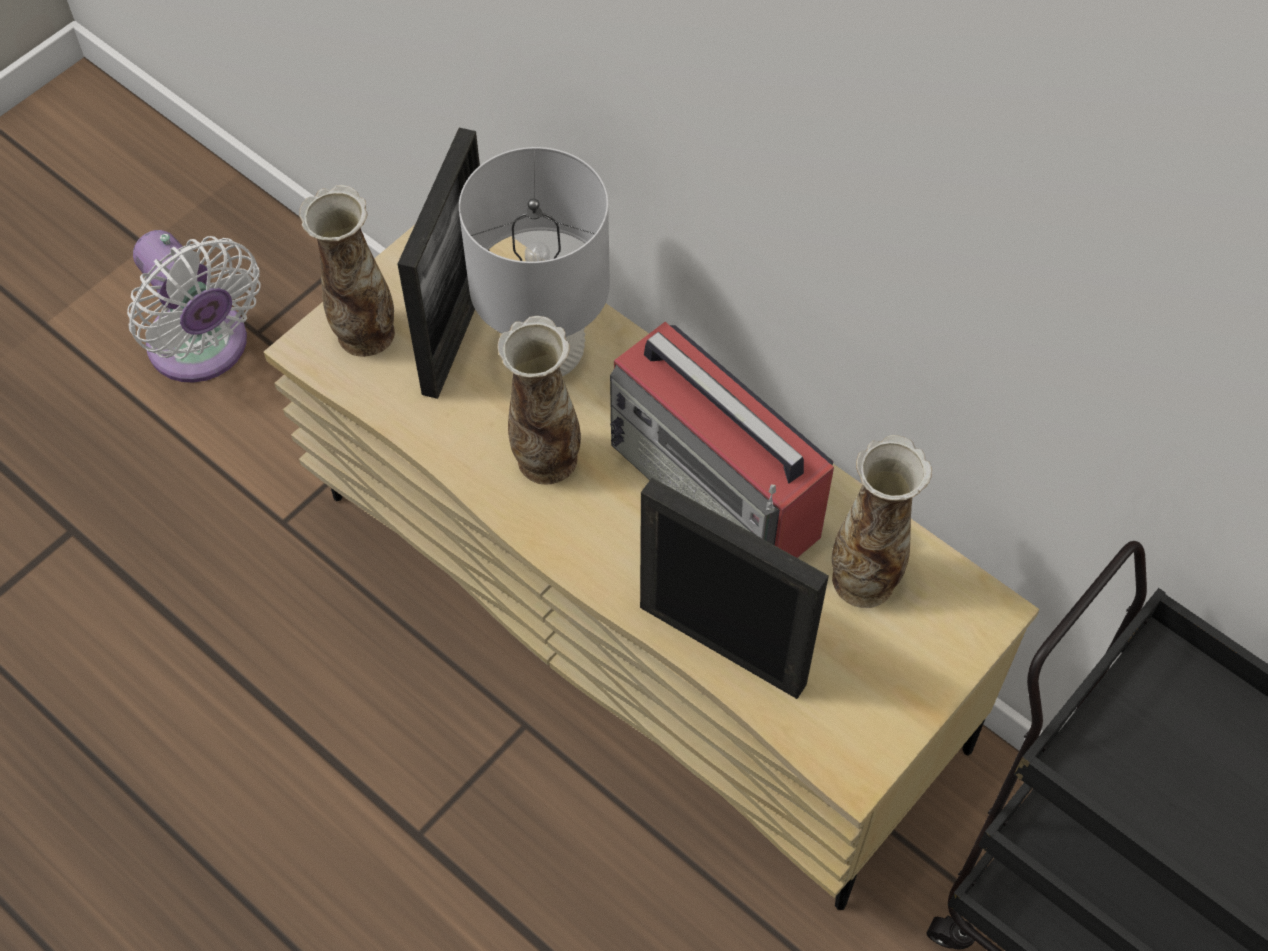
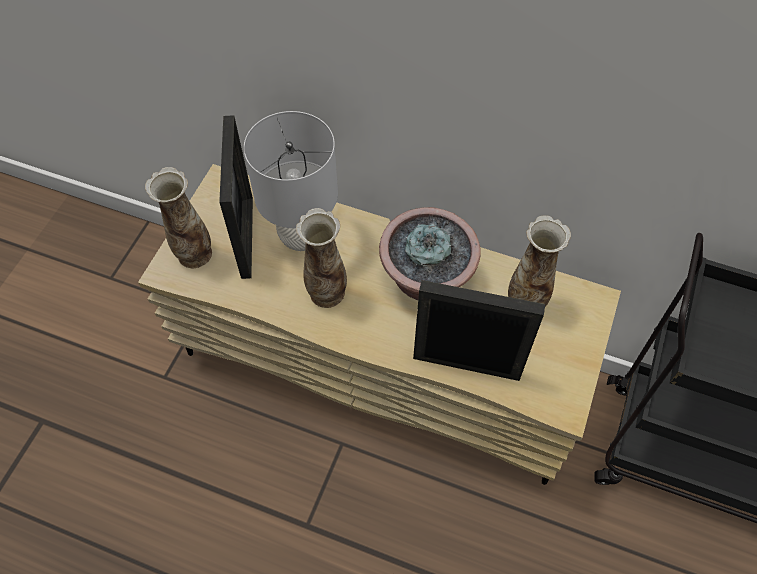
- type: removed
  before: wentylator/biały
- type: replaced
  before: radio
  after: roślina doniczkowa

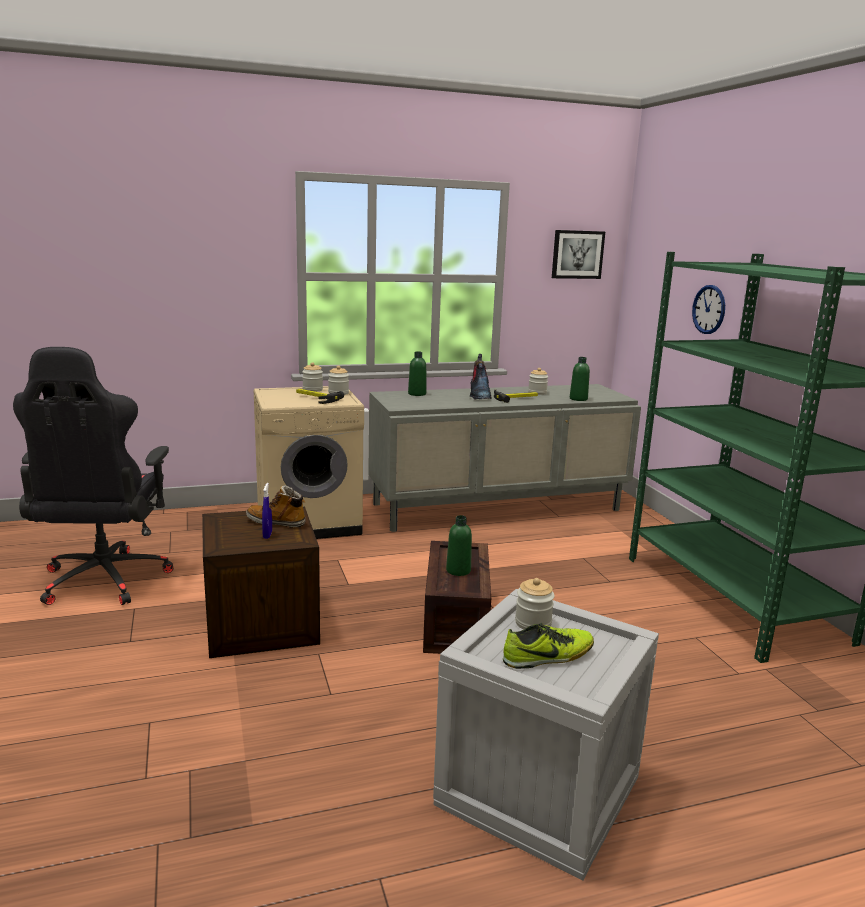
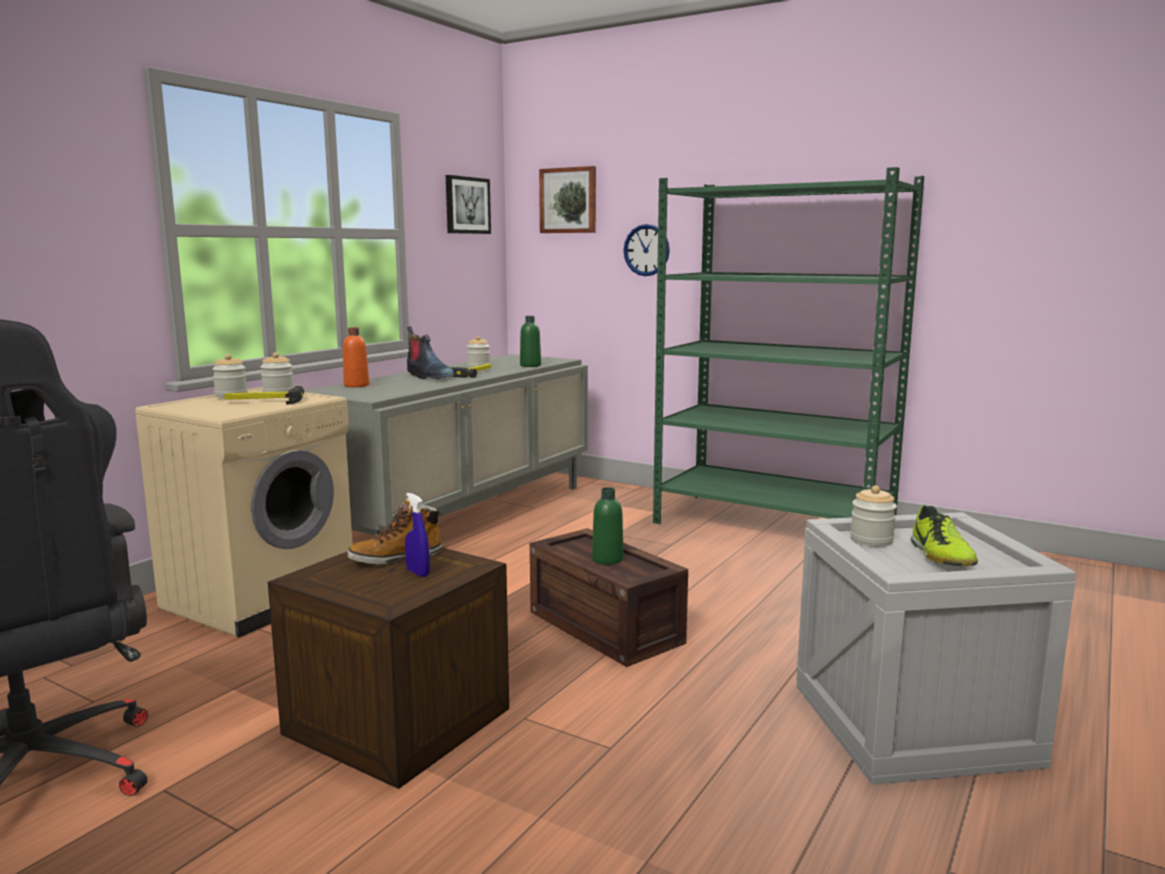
- type: recoloured
  before: butelka/zielony (1st from left)
  after: butelka/pomarańczowy
- type: turned
  before: but
  turn: 150
- type: added
  after: obraz (2nd from left)

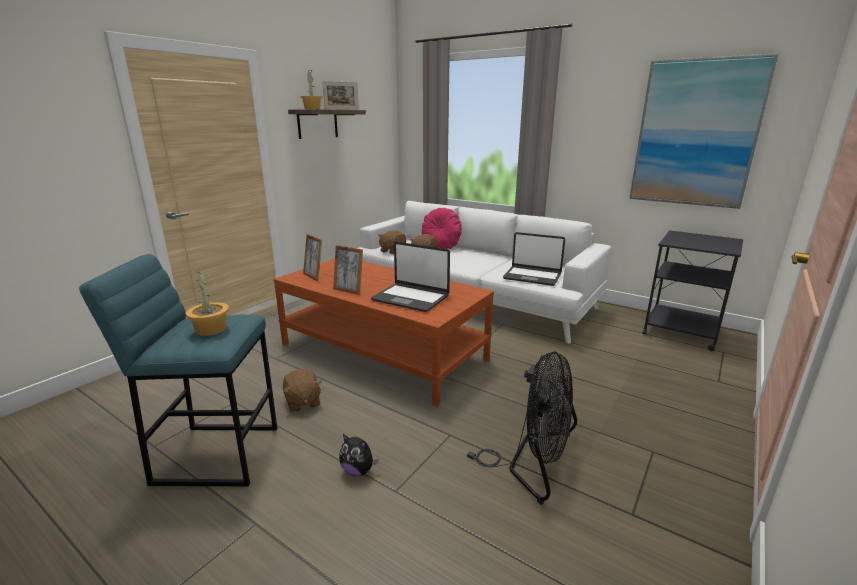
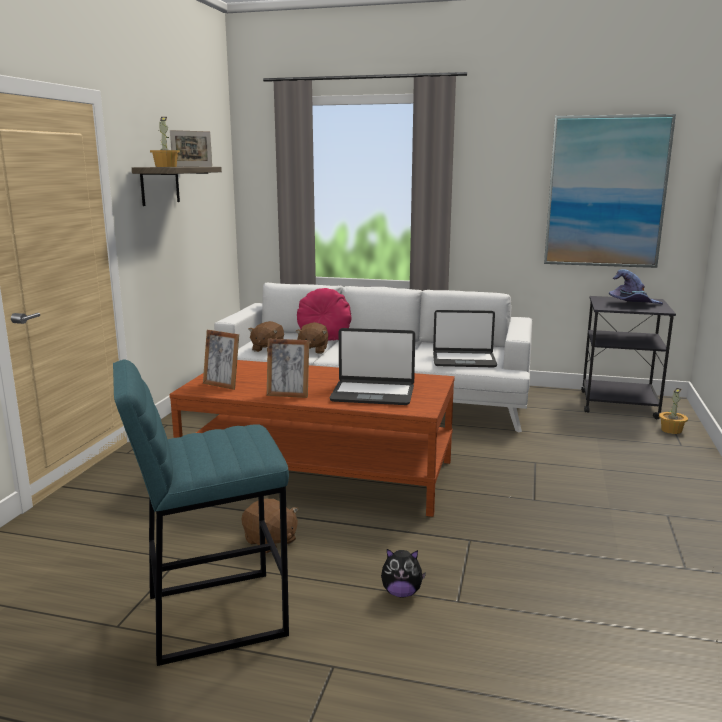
- type: moved
  before: roślina doniczkowa (1st from left in the first image)
  after: roślina doniczkowa (2nd from left)
- type: removed
  before: wentylator/czarny
- type: added
  after: kapelusz/fioletowy

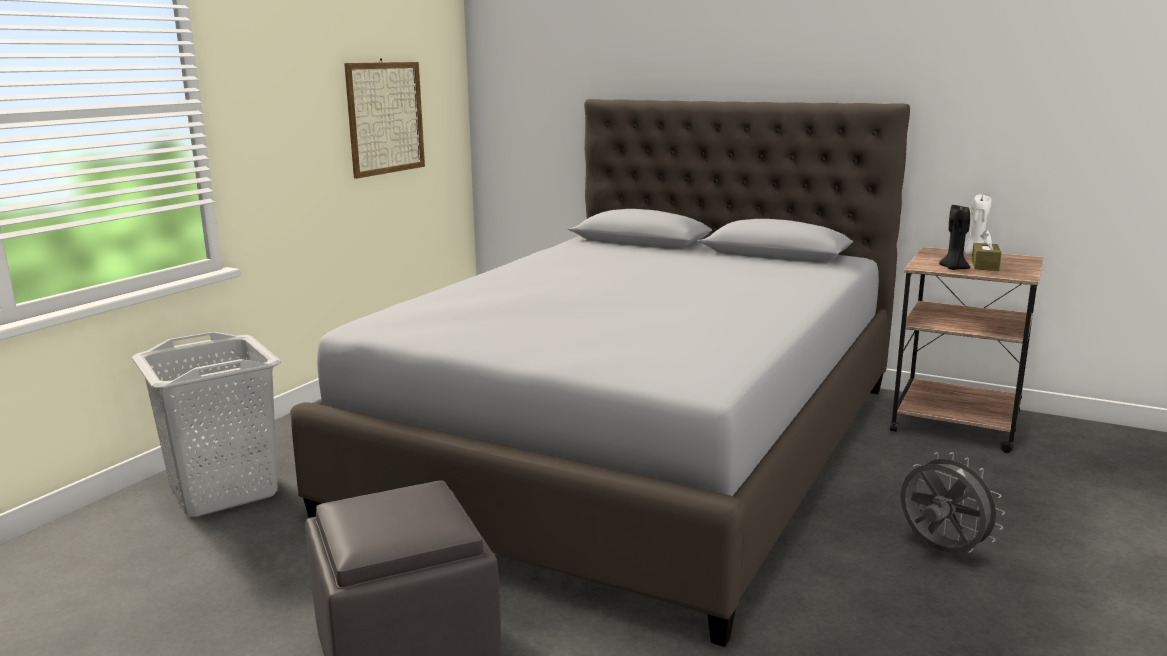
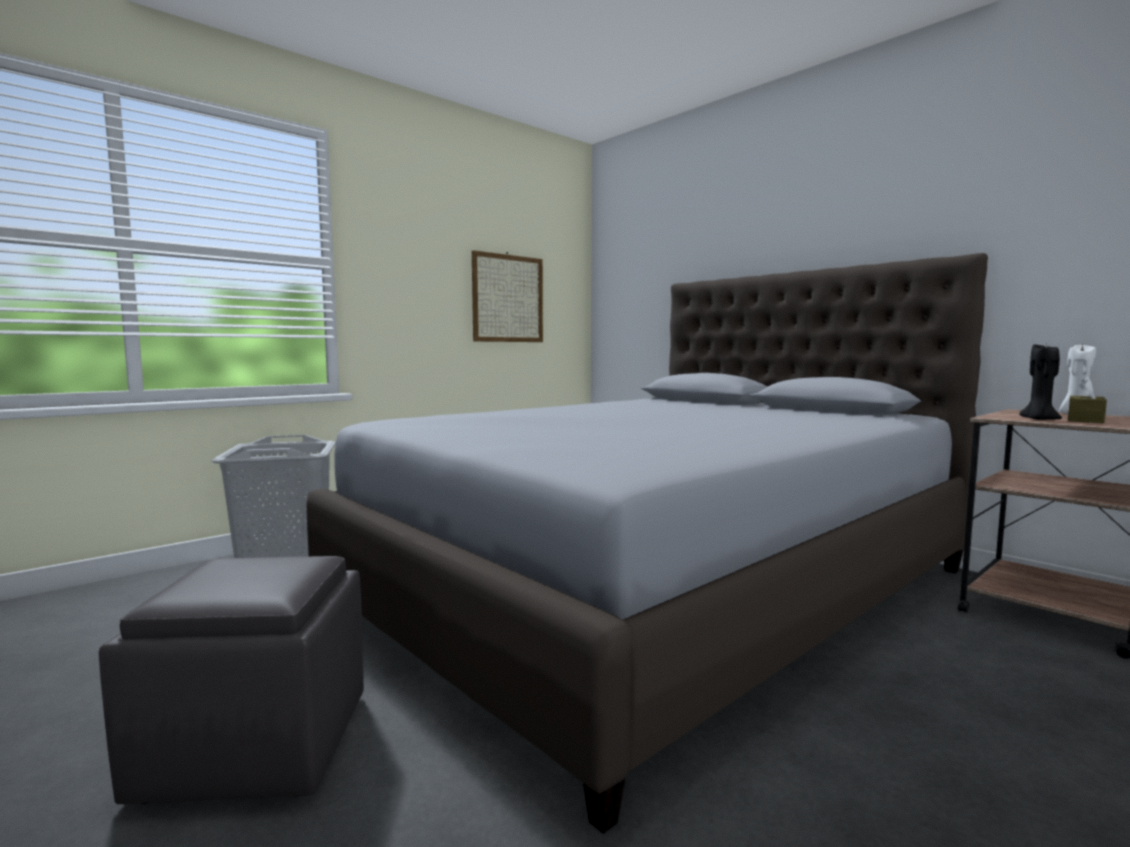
- type: removed
  before: wentylator/szary

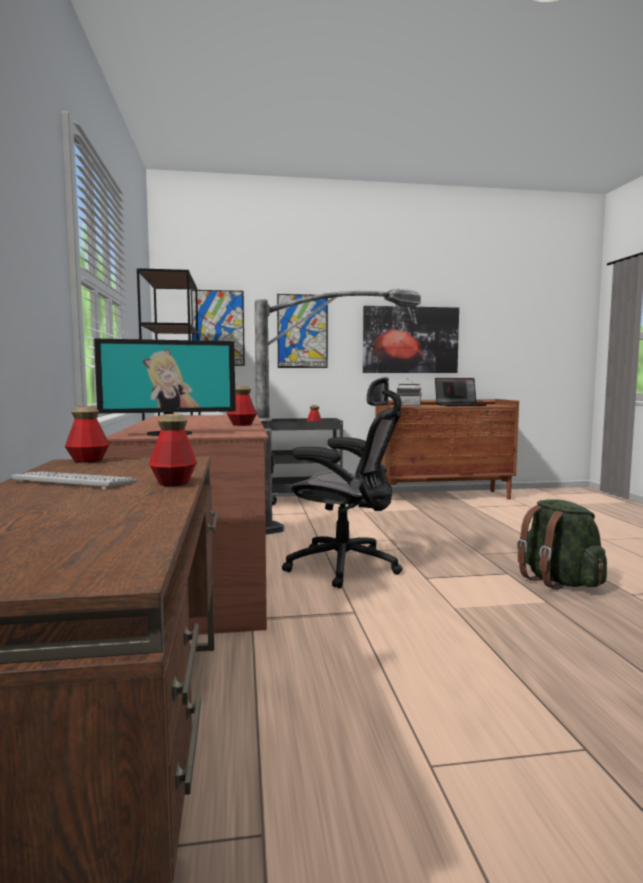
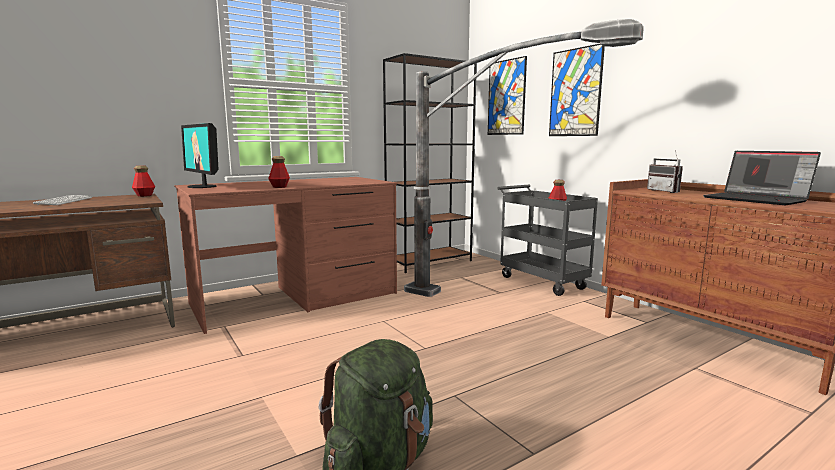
- type: removed
  before: obraz (3rd from left)
- type: removed
  before: krzesło biurowe
- type: removed
  before: butelka (2nd from left)

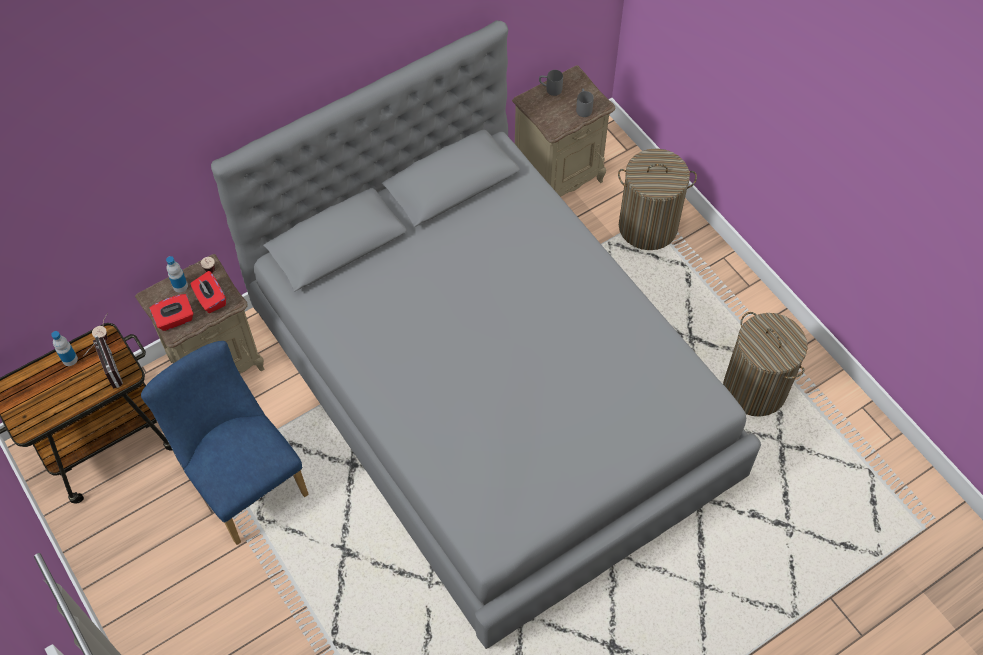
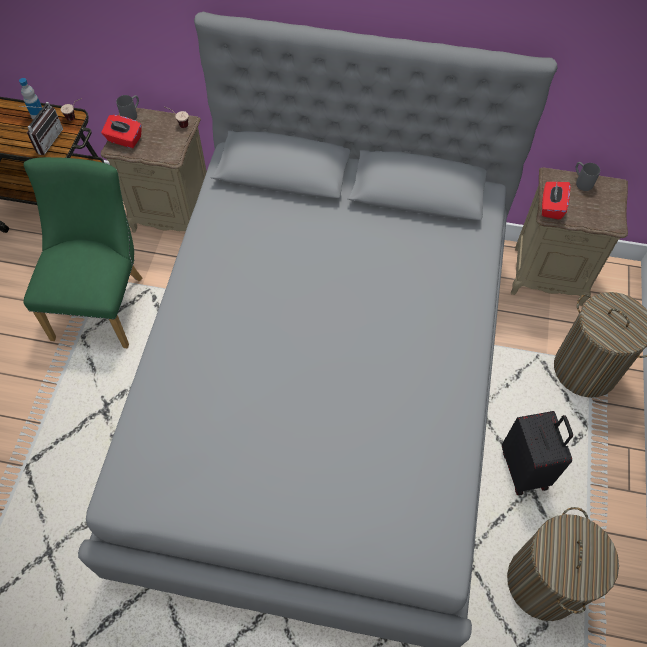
- type: moved
  before: kubek/szary (2nd from left in the first image)
  after: kubek/szary (1st from left)
- type: removed
  before: butelka (2nd from left)
- type: moved
  before: pudełko chusteczek/czerwony (2nd from left)
- type: recoloured
  before: krzesło/niebieski
  after: krzesło/zielony
- type: added
  after: walizka/czarny

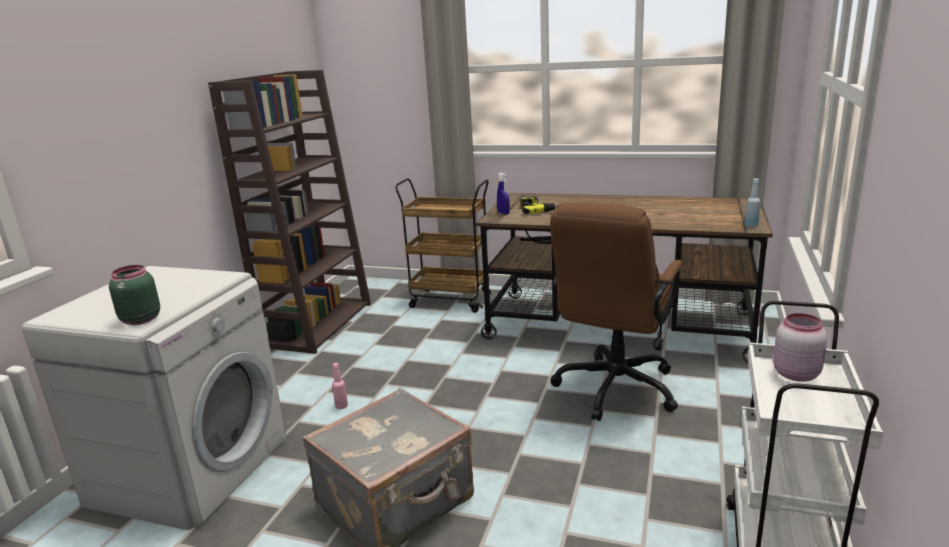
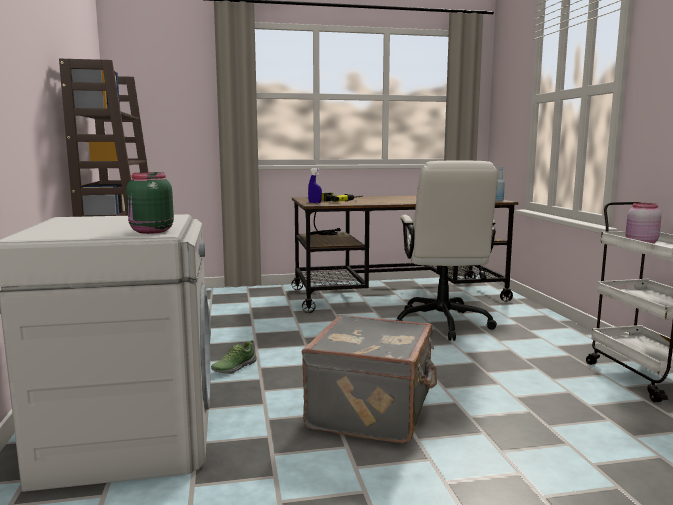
- type: removed
  before: wózek/brązowy
- type: recoloured
  before: krzesło biurowe/brązowy
  after: krzesło biurowe/biały
- type: replaced
  before: butelka/różowy
  after: but

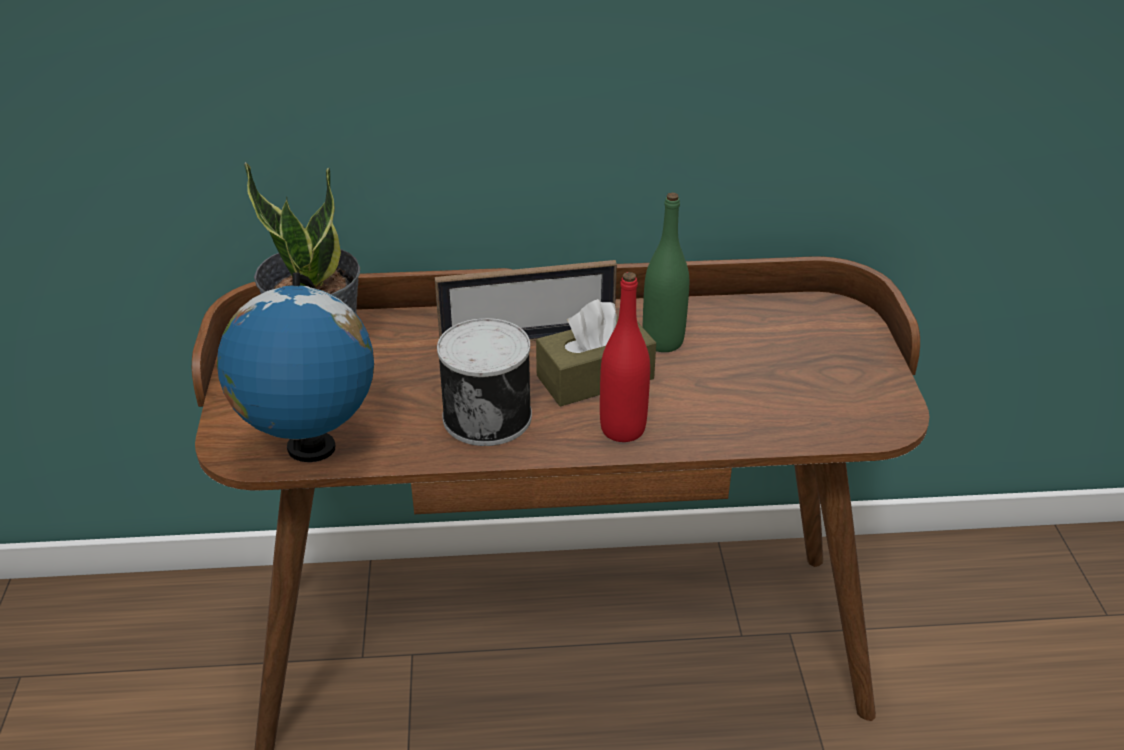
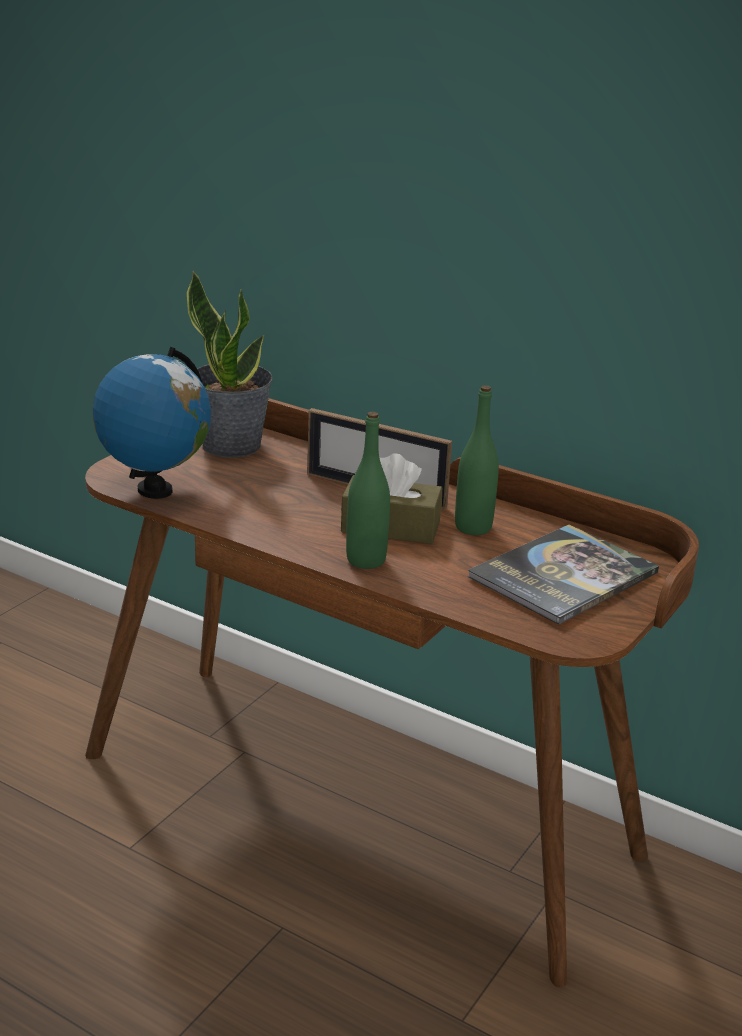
- type: recoloured
  before: butelka/czerwony
  after: butelka/zielony (1st from left)
- type: removed
  before: puszka
- type: added
  after: książka

